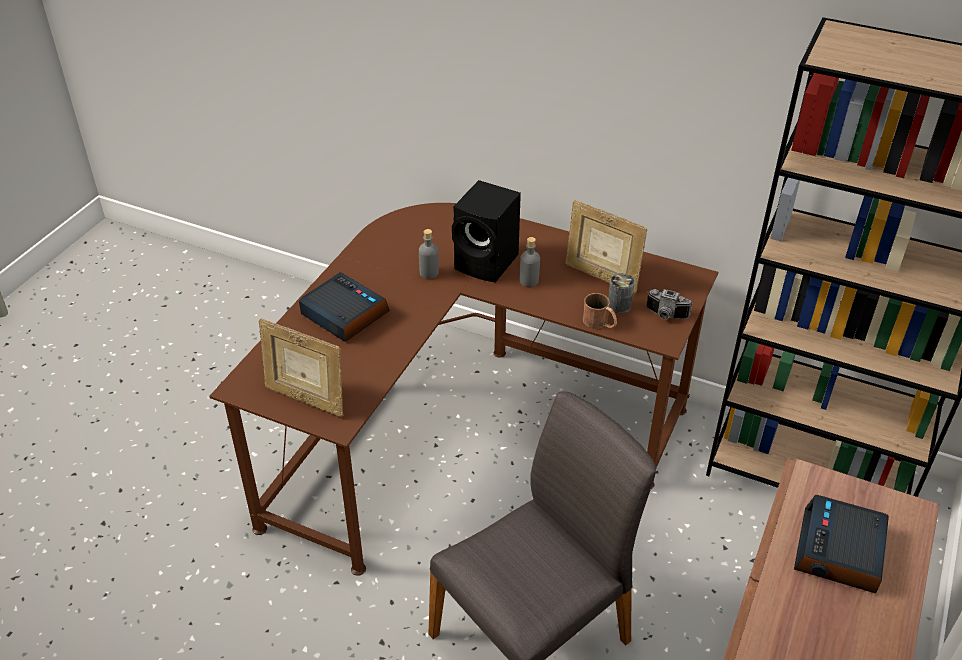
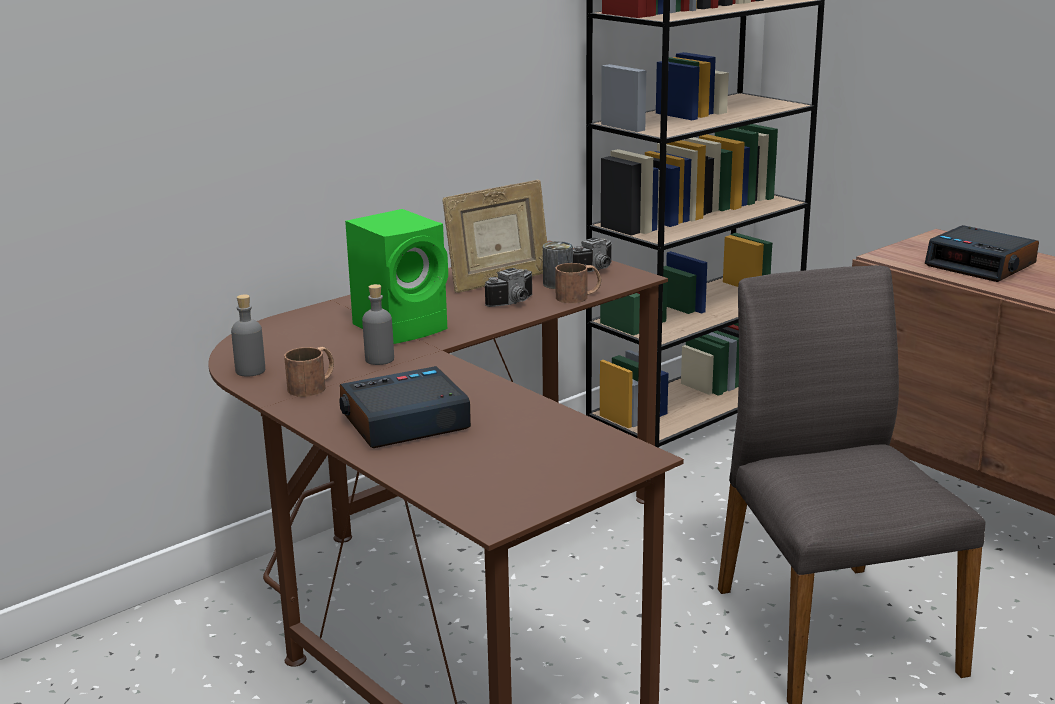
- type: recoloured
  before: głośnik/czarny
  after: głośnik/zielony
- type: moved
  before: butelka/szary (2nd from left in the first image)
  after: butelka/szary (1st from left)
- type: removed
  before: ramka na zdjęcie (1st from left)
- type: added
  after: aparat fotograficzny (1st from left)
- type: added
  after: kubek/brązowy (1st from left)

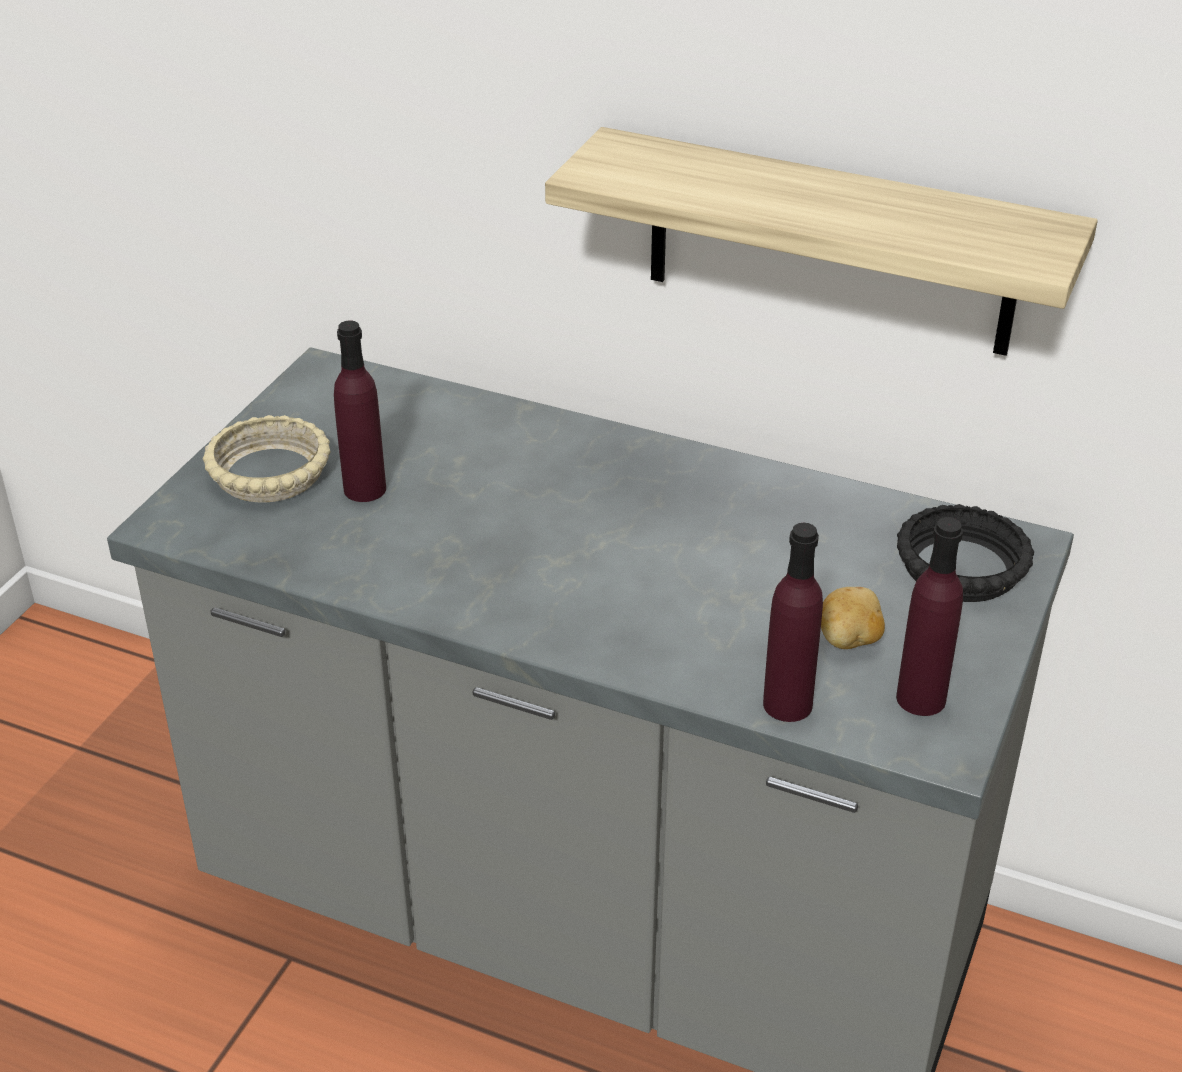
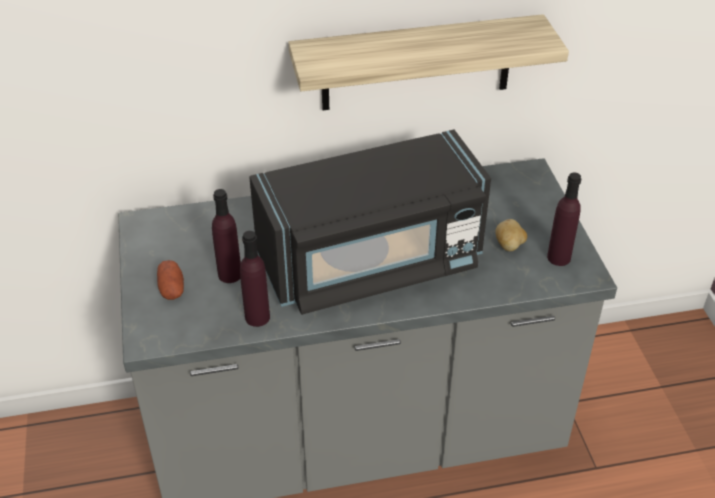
- type: replaced
  before: miska/beżowy
  after: ziemniak (1st from left)
- type: removed
  before: miska/czarny
- type: moved
  before: butelka/fioletowy (2nd from left)
- type: added
  after: mikrofalówka/czarny

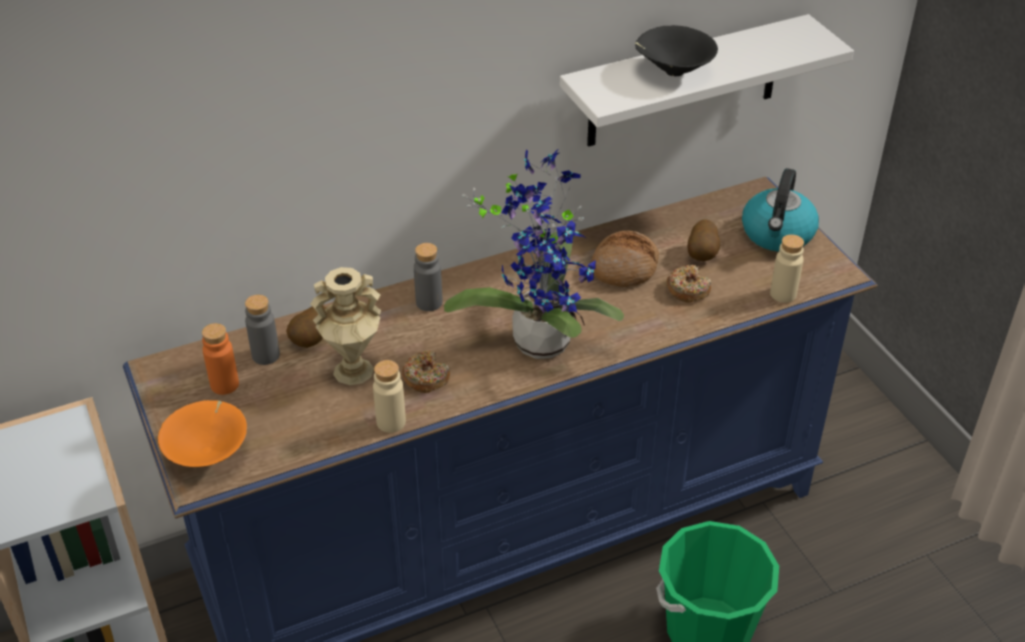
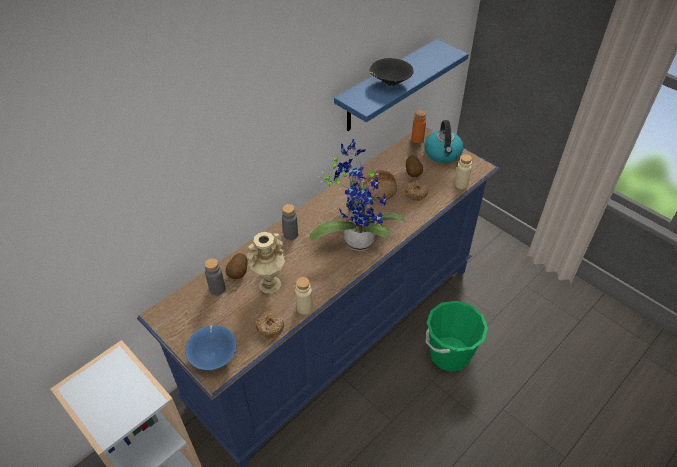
- type: recoloured
  before: półka/biały
  after: półka/niebieski
- type: moved
  before: butelka/pomarańczowy
- type: moved
  before: donut (1st from left)
- type: recoloured
  before: miska/pomarańczowy
  after: miska/niebieski

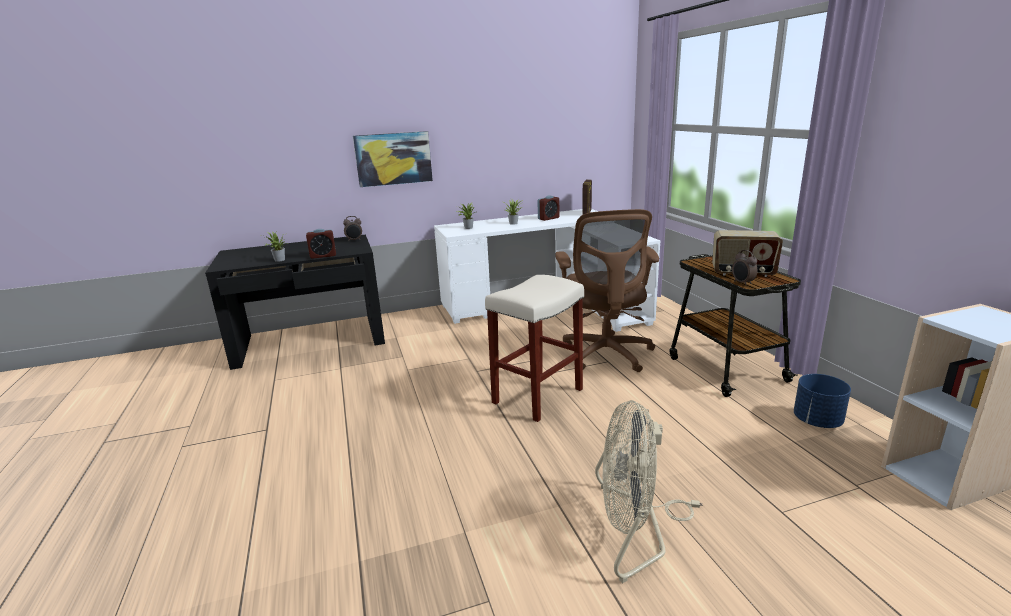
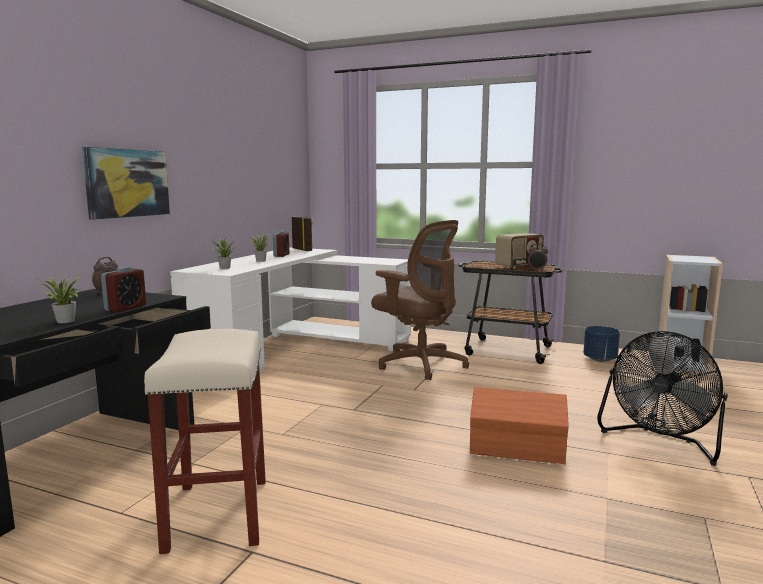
- type: moved
  before: stołek/beżowy
- type: recoloured
  before: wentylator/beżowy
  after: wentylator/czarny
- type: added
  after: pojemnik do przechowywania/pomarańczowy

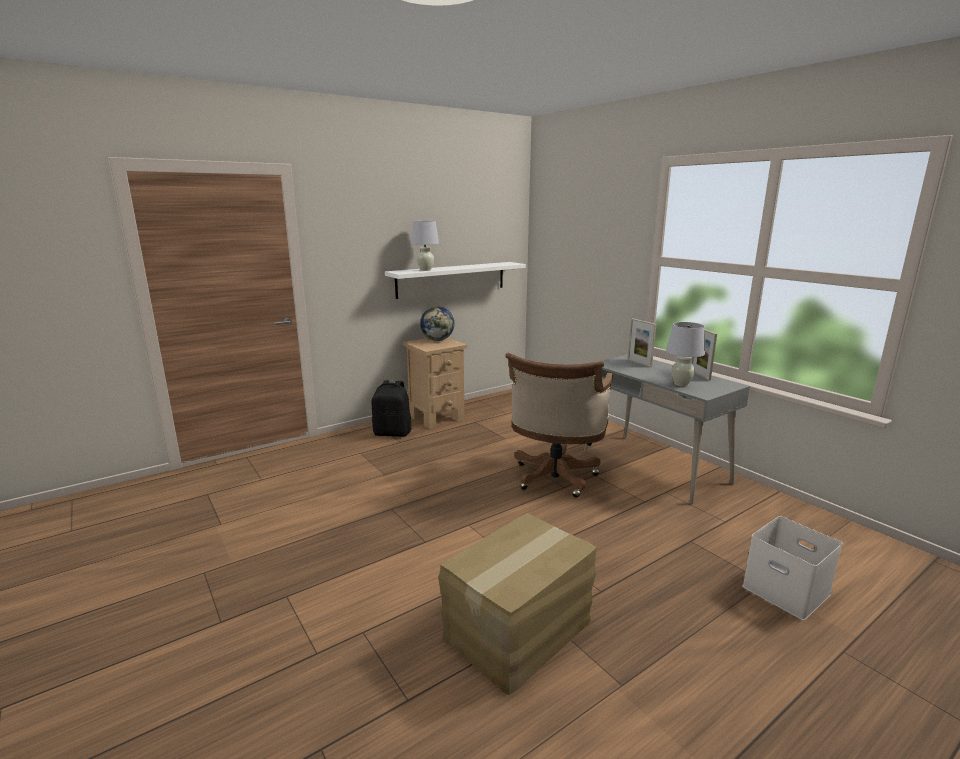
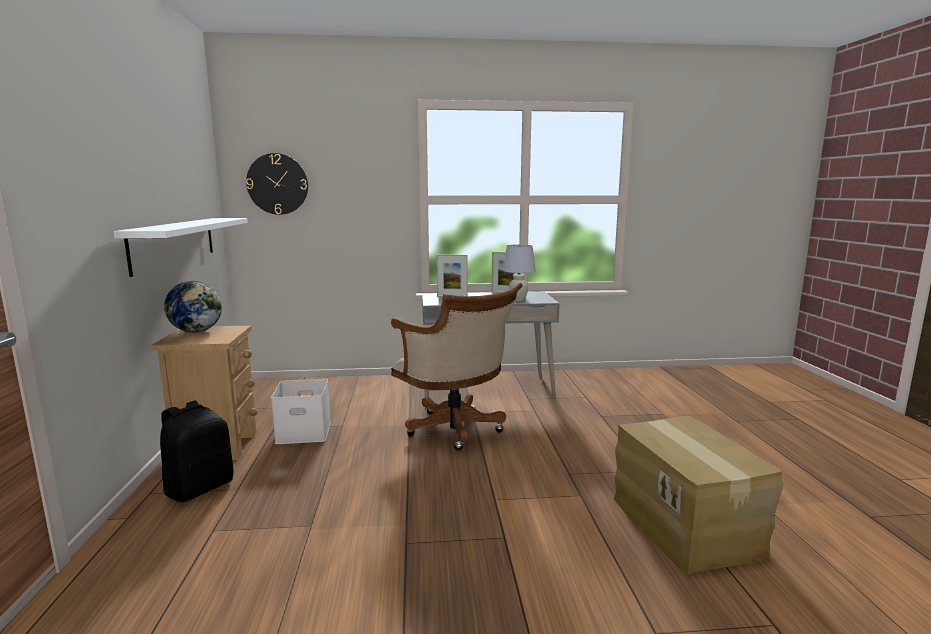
- type: removed
  before: lampa stołowa/biały (1st from left)
- type: moved
  before: pojemnik do przechowywania/biały
- type: added
  after: zegar ścienny

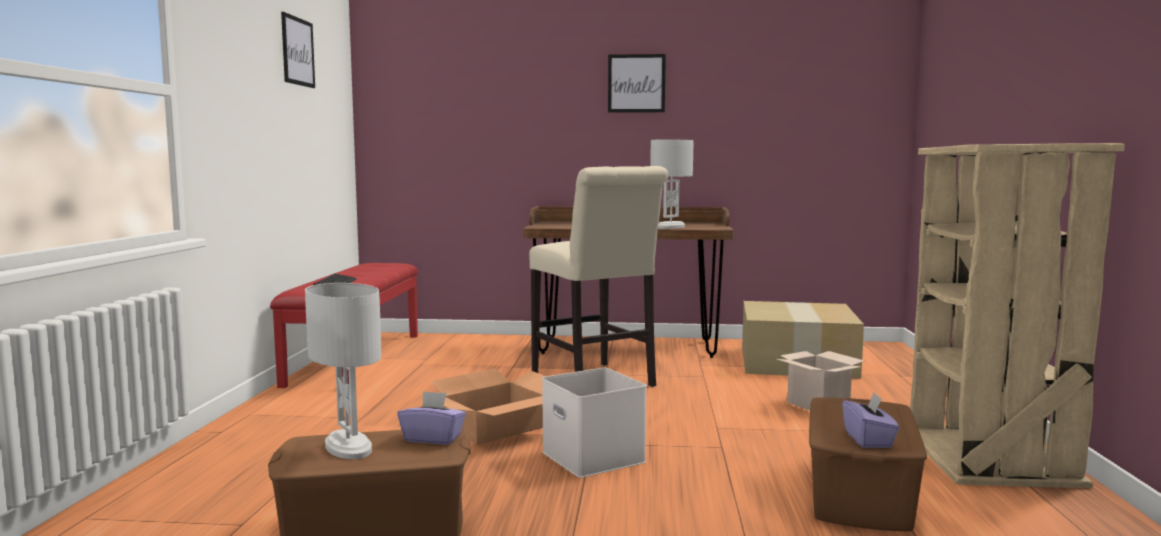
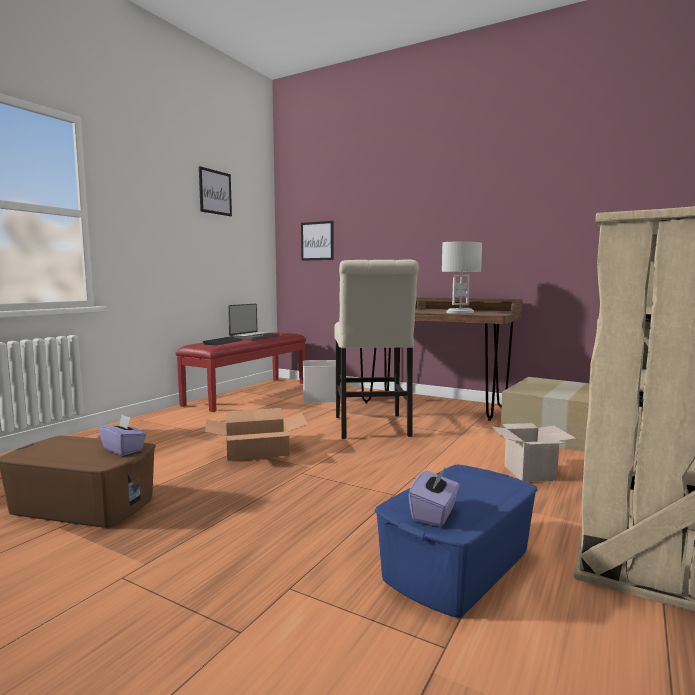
- type: moved
  before: obraz (2nd from left)
- type: removed
  before: lampa stołowa/biały (1st from left)
- type: moved
  before: pojemnik do przechowywania/biały
- type: recoloured
  before: pojemnik do przechowywania/brązowy (2nd from left)
  after: pojemnik do przechowywania/niebieski
- type: added
  after: laptop

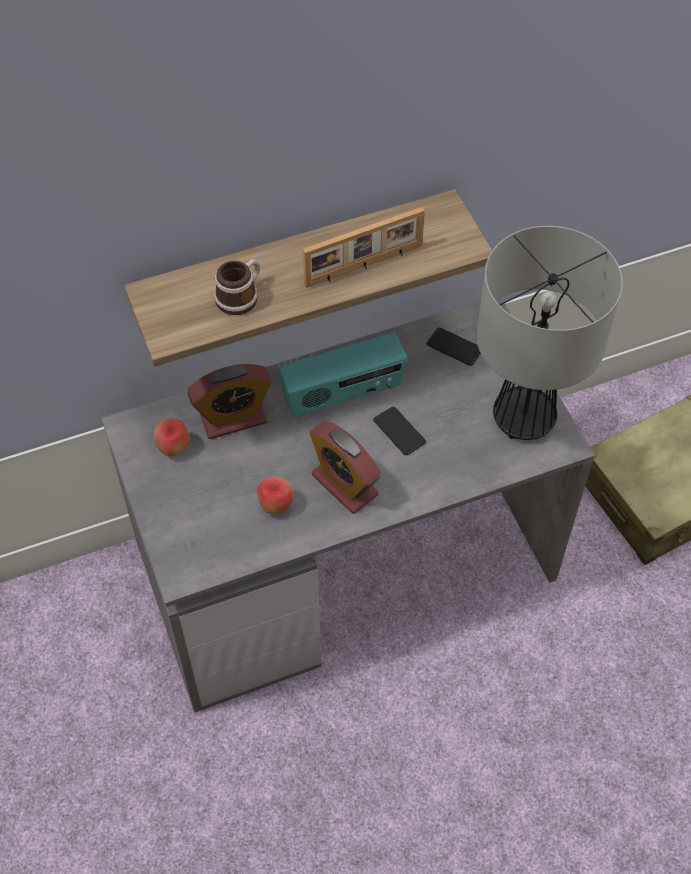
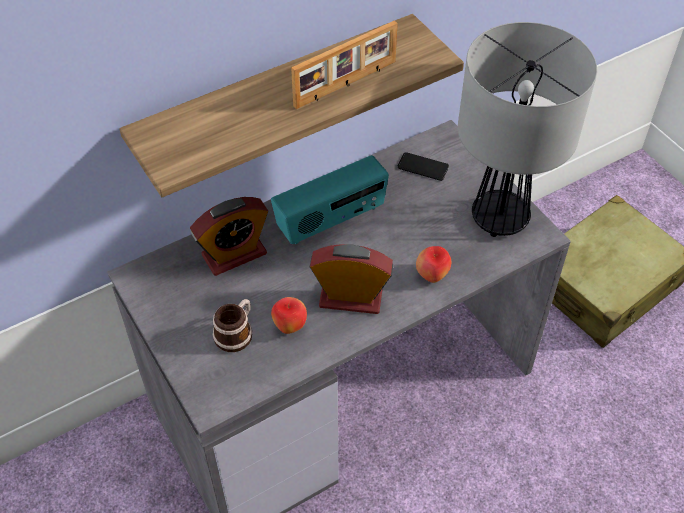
- type: moved
  before: kubek
- type: removed
  before: telefon (1st from left)
- type: moved
  before: jabłko (1st from left in the first image)
  after: jabłko (2nd from left)
- type: turned
  before: budzik (2nd from left)
  turn: 150

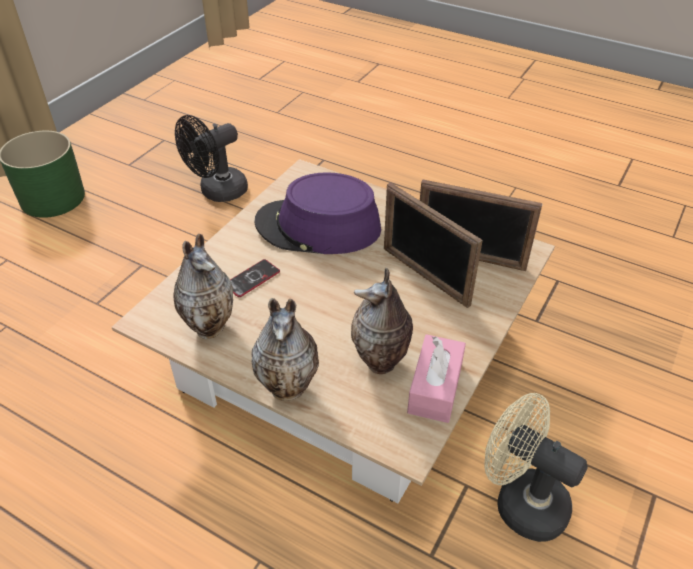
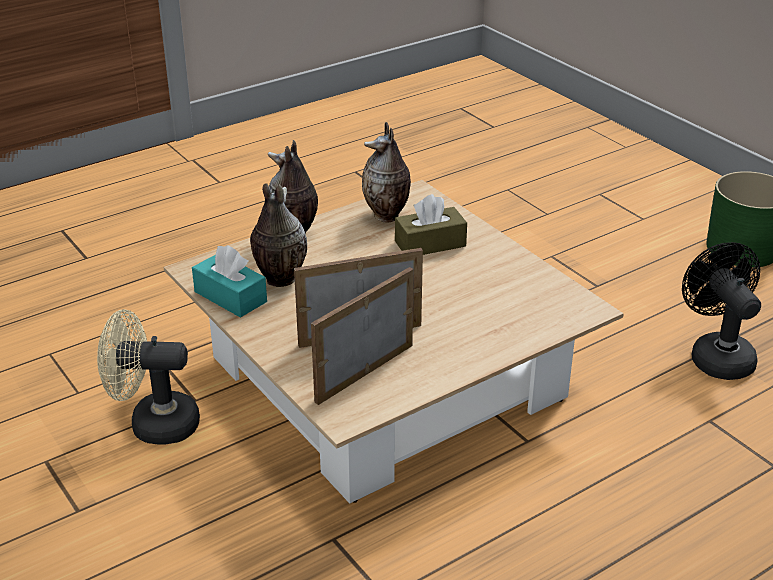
- type: removed
  before: kapelusz/fioletowy
- type: replaced
  before: telefon
  after: pudełko chusteczek/brązowy
- type: recoloured
  before: pudełko chusteczek/różowy
  after: pudełko chusteczek/turkusowy
- type: turned
  before: wentylator/beżowy
  turn: -150

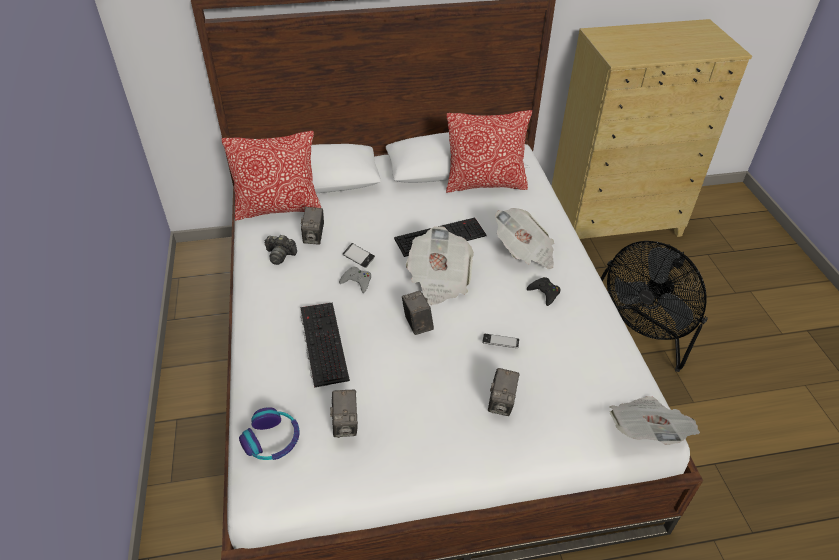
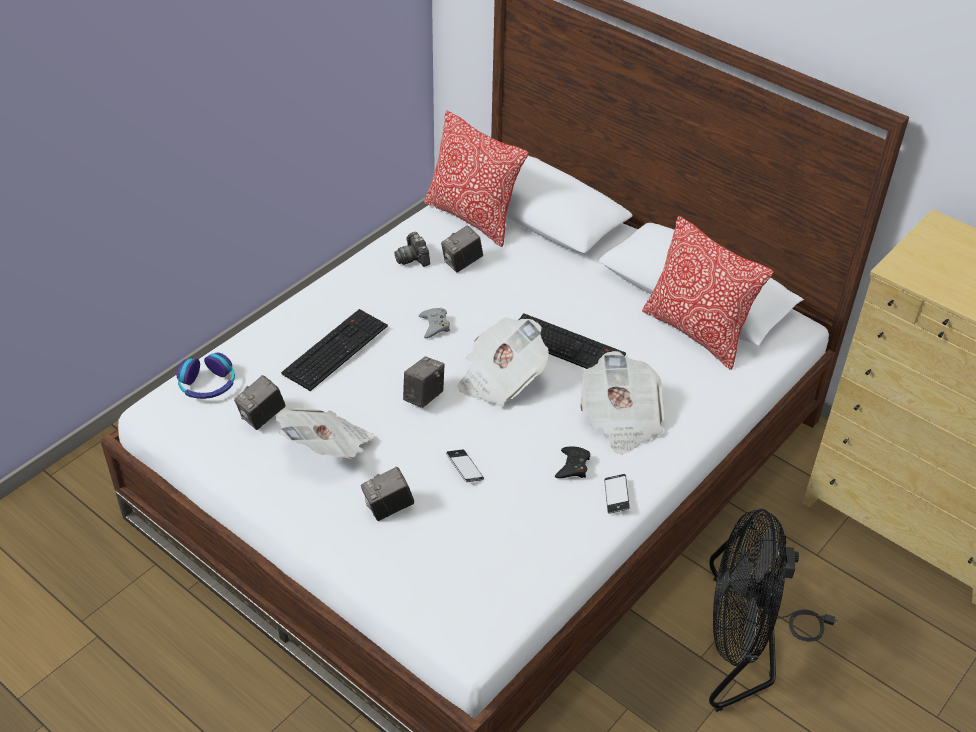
- type: moved
  before: telefon (1st from left in the first image)
  after: telefon (2nd from left)
- type: moved
  before: gazeta (3rd from left in the first image)
  after: gazeta (1st from left)

